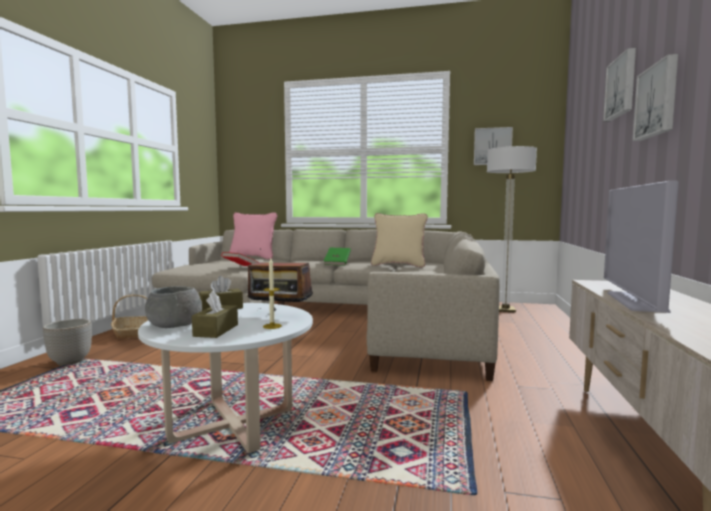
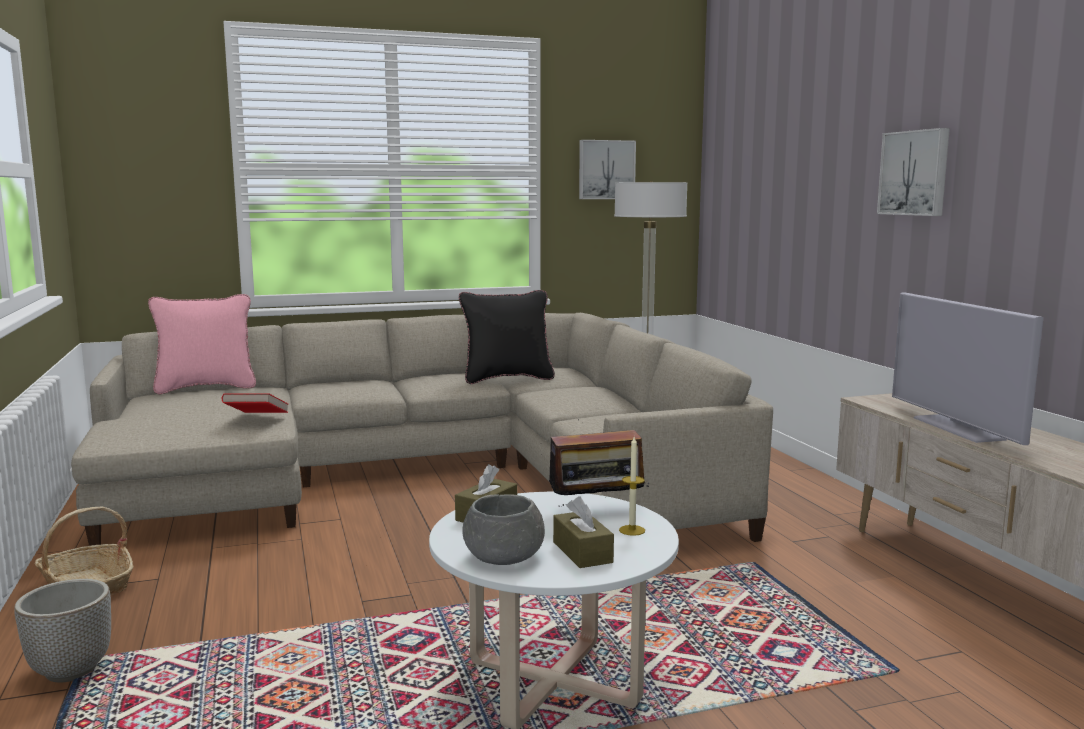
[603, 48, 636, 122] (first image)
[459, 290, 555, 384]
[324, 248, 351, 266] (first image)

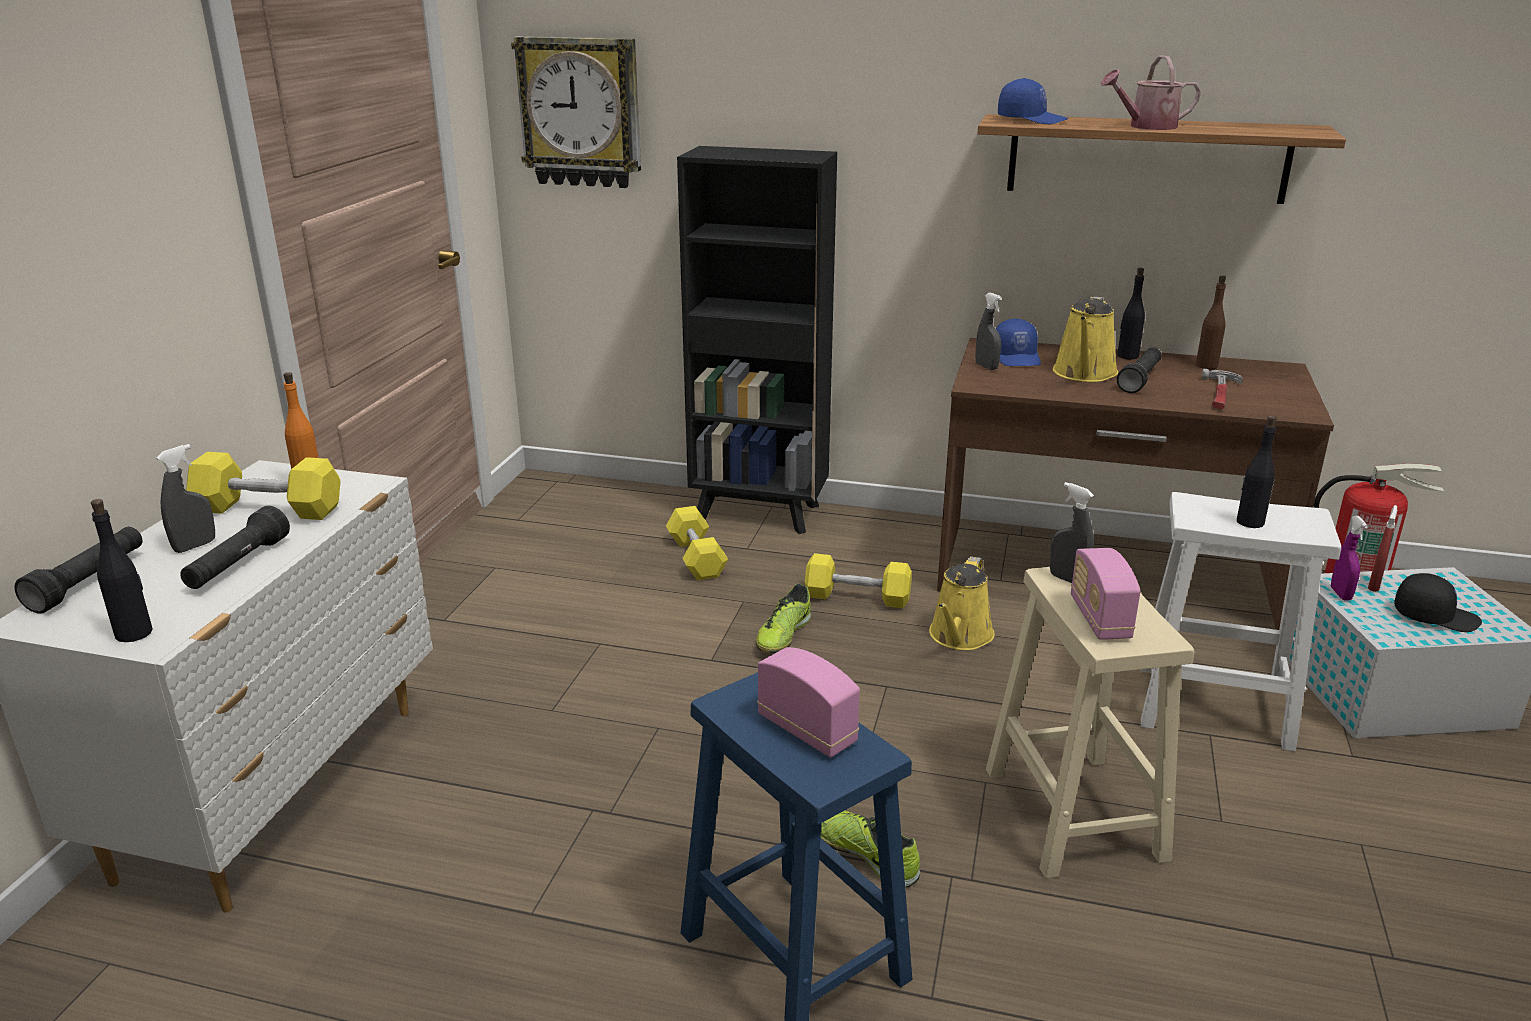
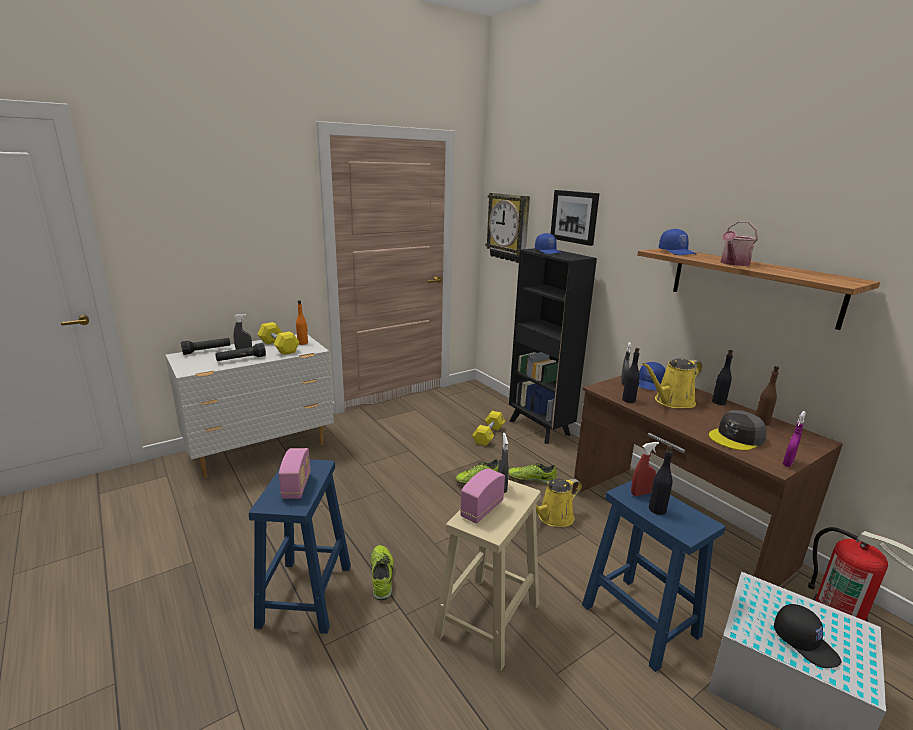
[720, 221, 758, 266]
[1117, 347, 1162, 393] (first image)
[709, 410, 767, 451]
[582, 481, 725, 672]
[622, 348, 640, 403]
[631, 442, 659, 496]
[783, 411, 806, 467]
[508, 463, 557, 484]
[551, 190, 600, 246]
[535, 233, 561, 254]

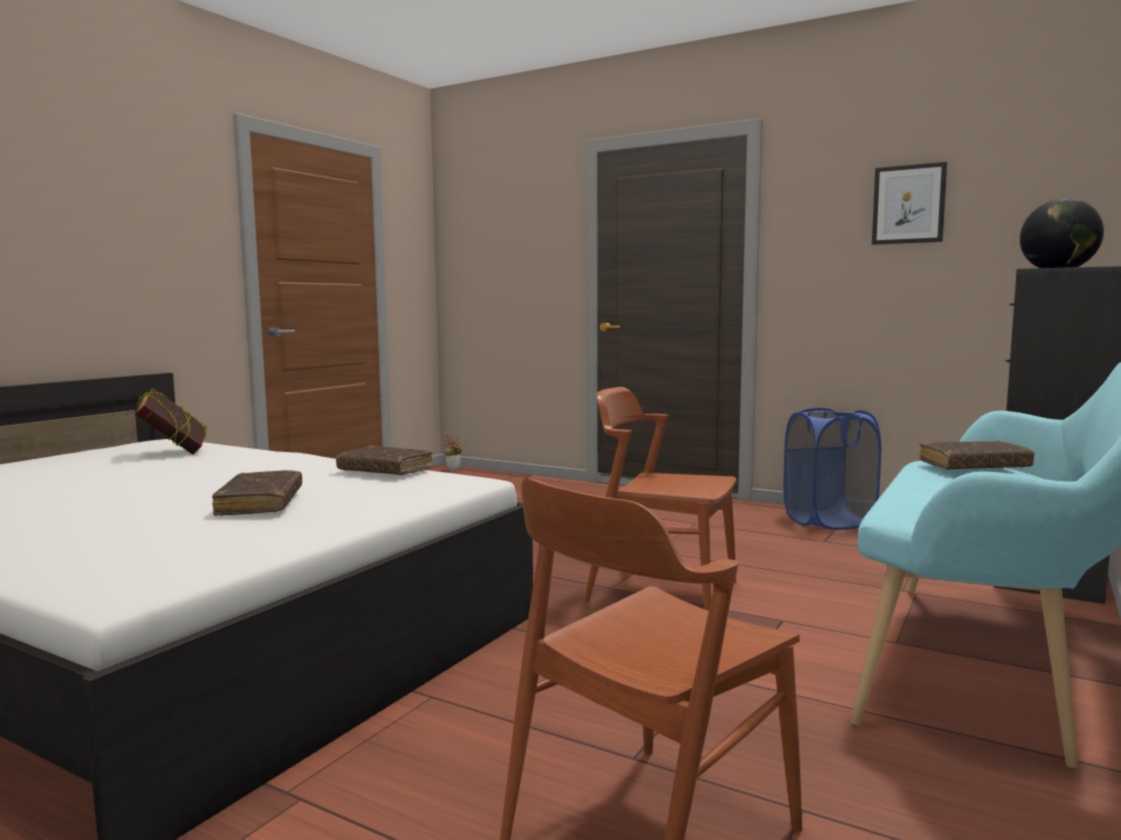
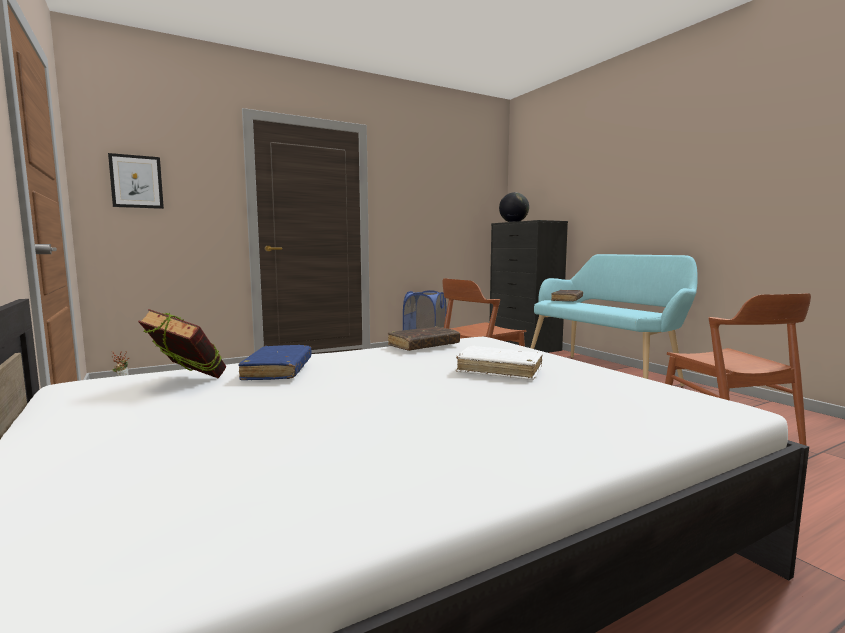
[108, 153, 164, 209]
[456, 346, 542, 380]
[238, 345, 311, 380]

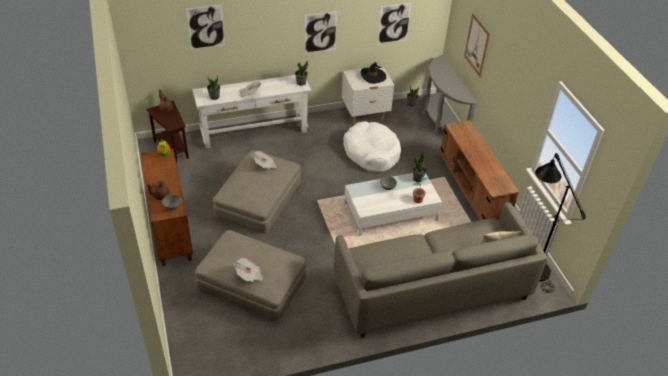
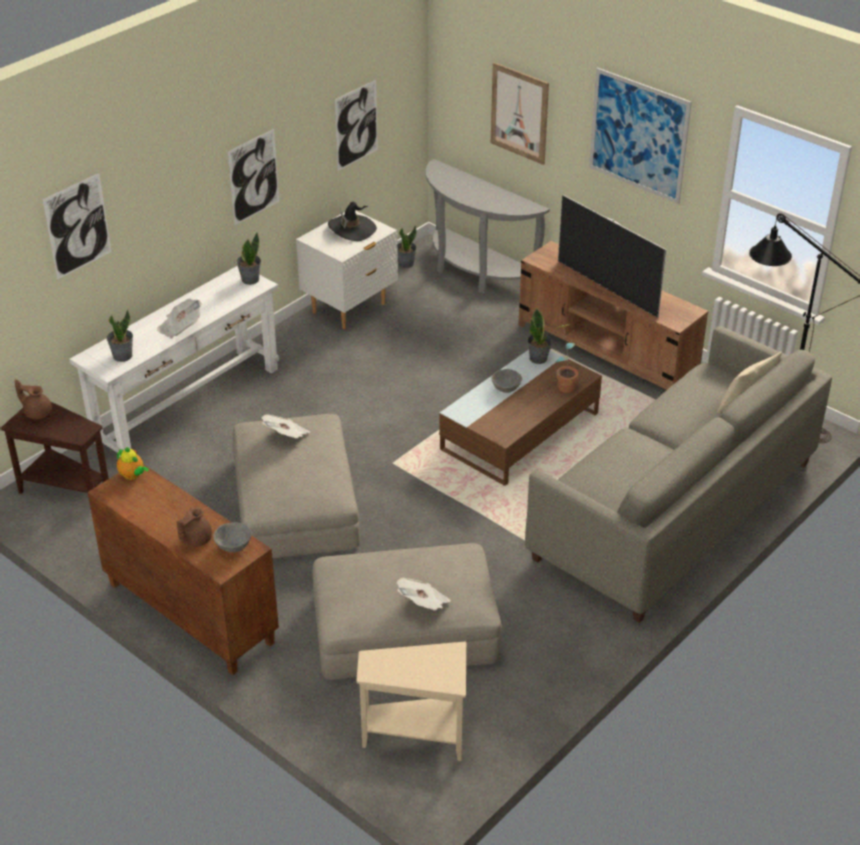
[343, 121, 401, 172] (first image)
[439, 350, 602, 486]
[589, 68, 692, 204]
[558, 195, 666, 318]
[356, 642, 466, 761]

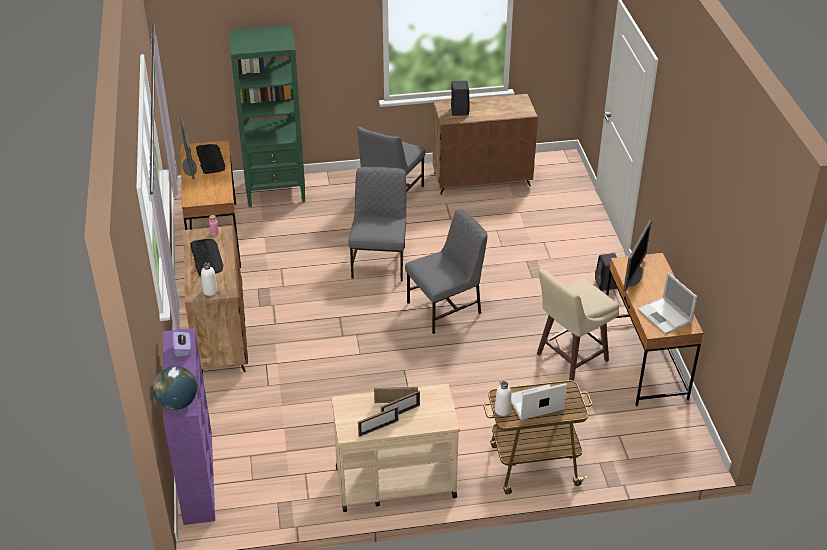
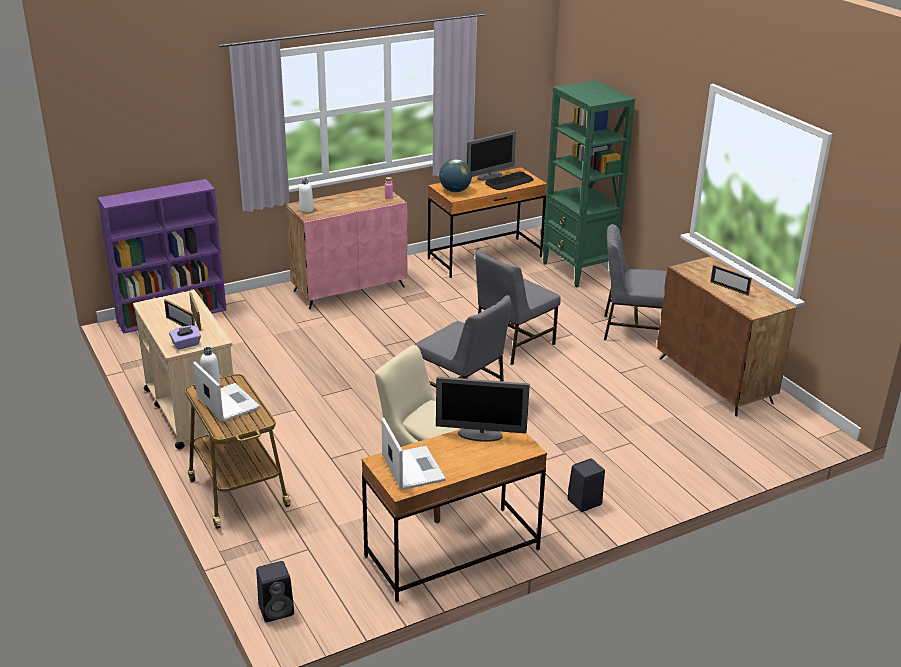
[256, 561, 294, 622]
[475, 250, 561, 365]
[286, 185, 408, 309]
[190, 239, 223, 276] (first image)
[382, 418, 446, 490]
[169, 325, 201, 350]
[439, 159, 472, 192]
[710, 265, 752, 296]

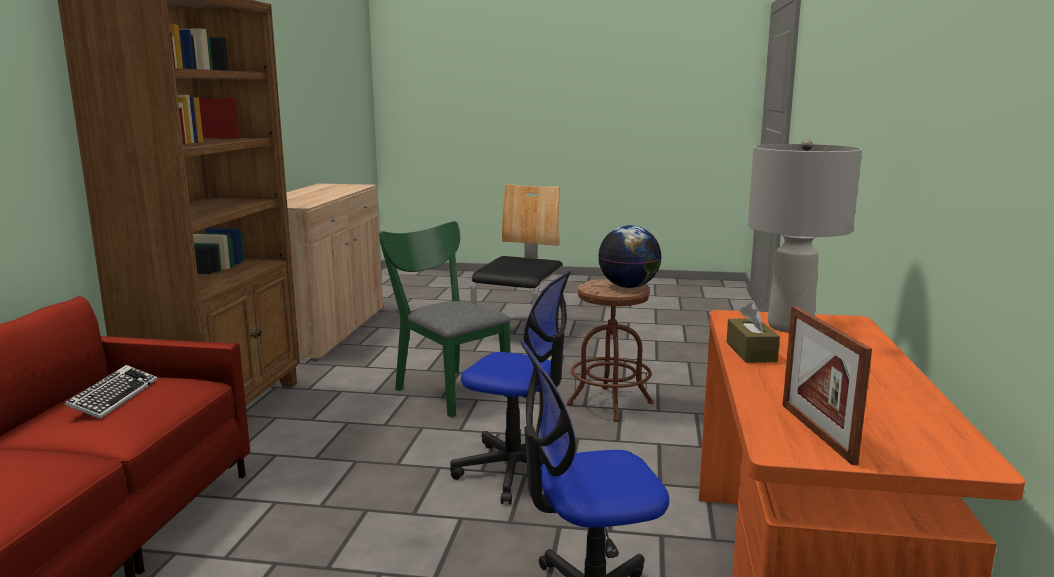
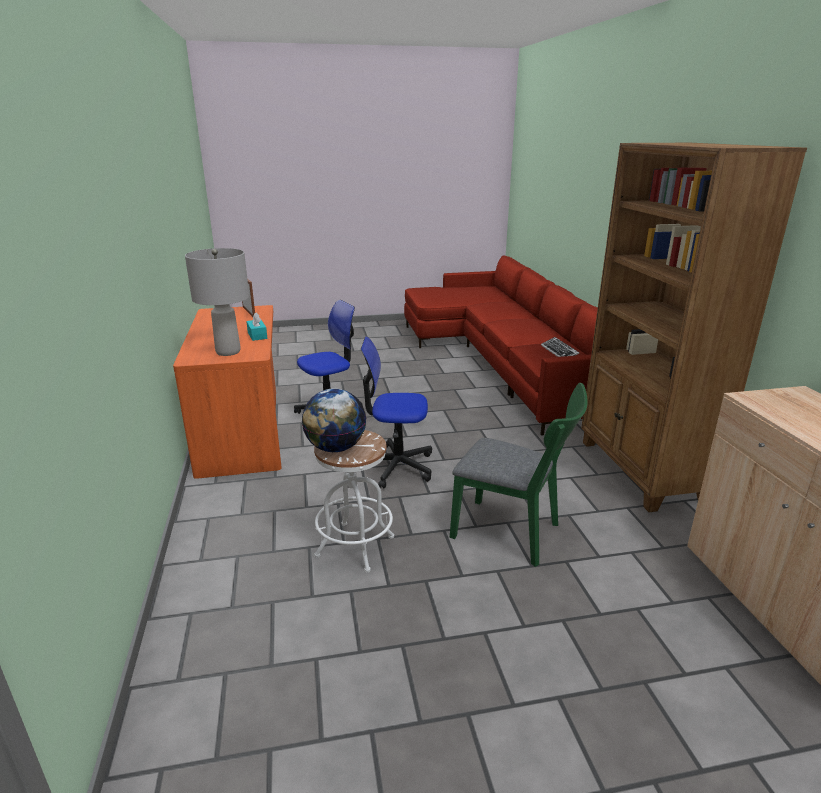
[470, 184, 563, 330] (first image)
[314, 430, 394, 572]
[246, 313, 268, 341]

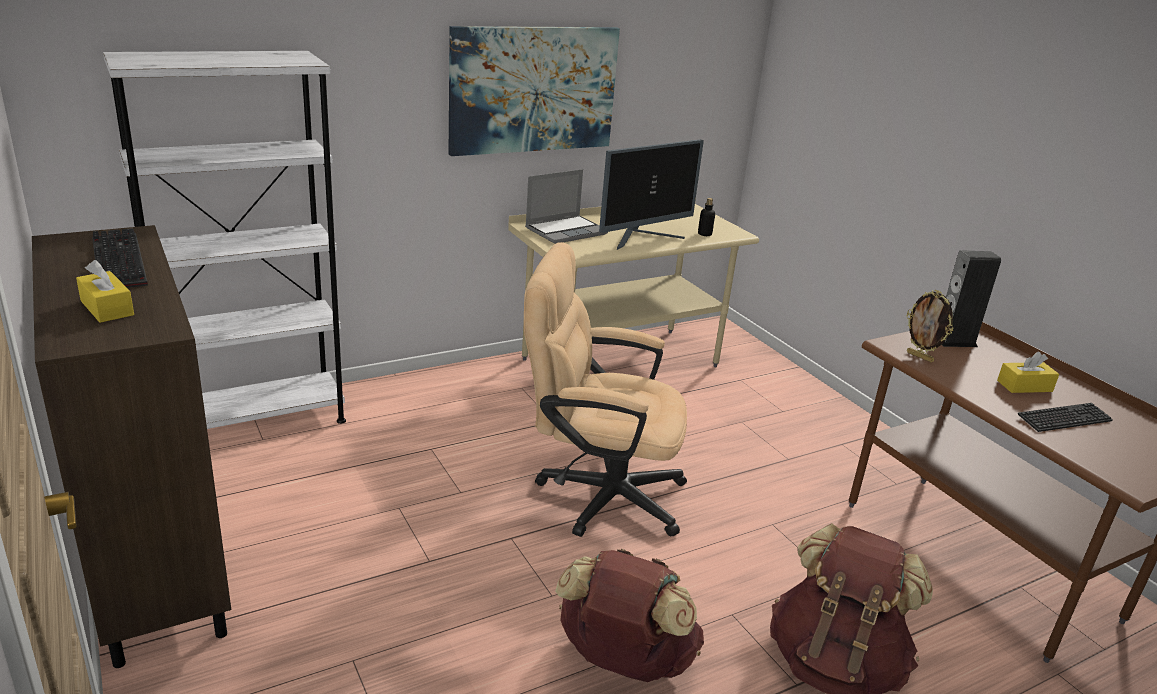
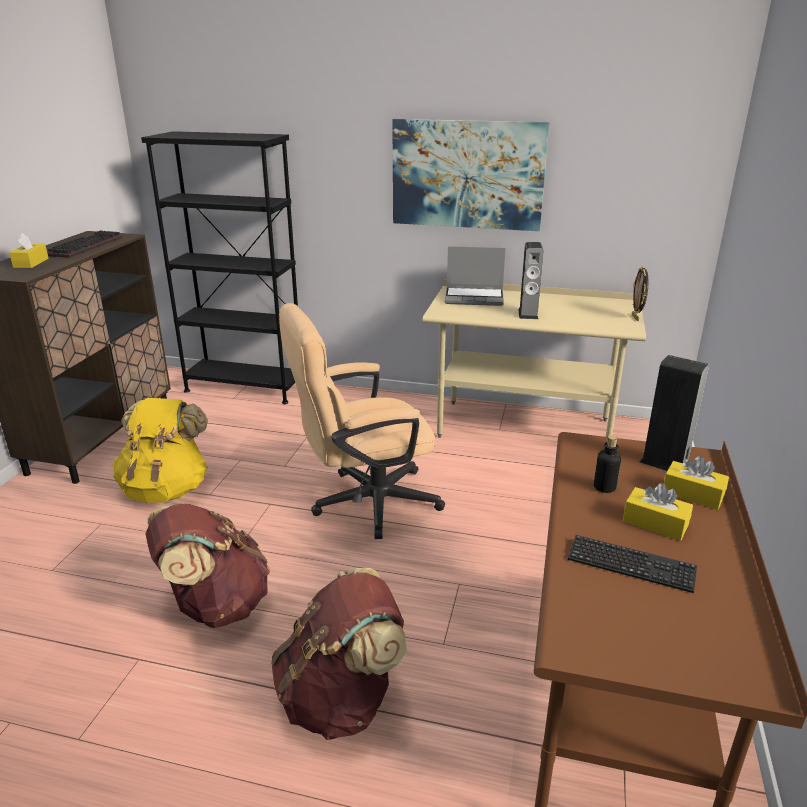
[141, 131, 298, 404]
[518, 242, 543, 319]
[594, 435, 621, 493]
[279, 303, 445, 539]
[632, 266, 648, 321]
[112, 398, 208, 503]
[664, 456, 729, 510]

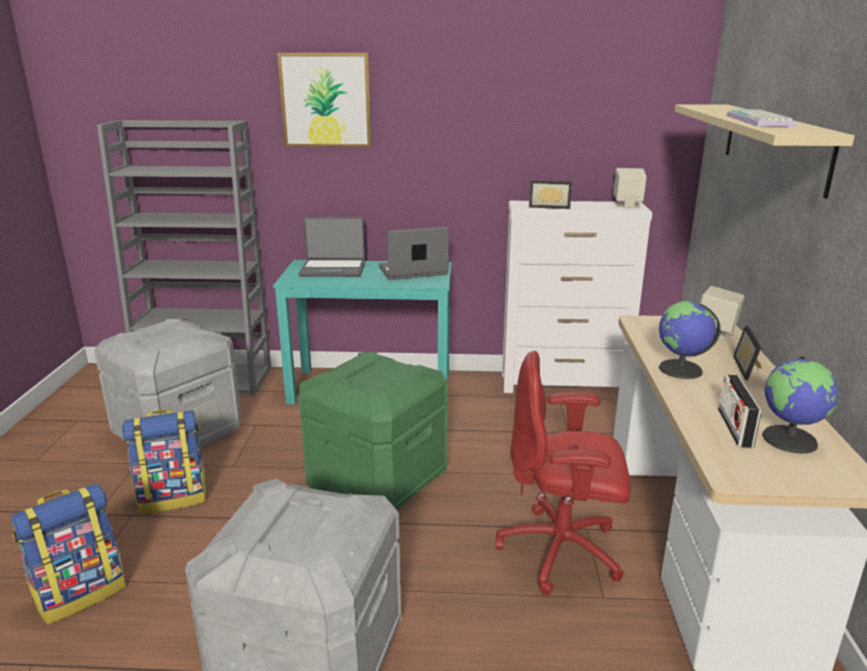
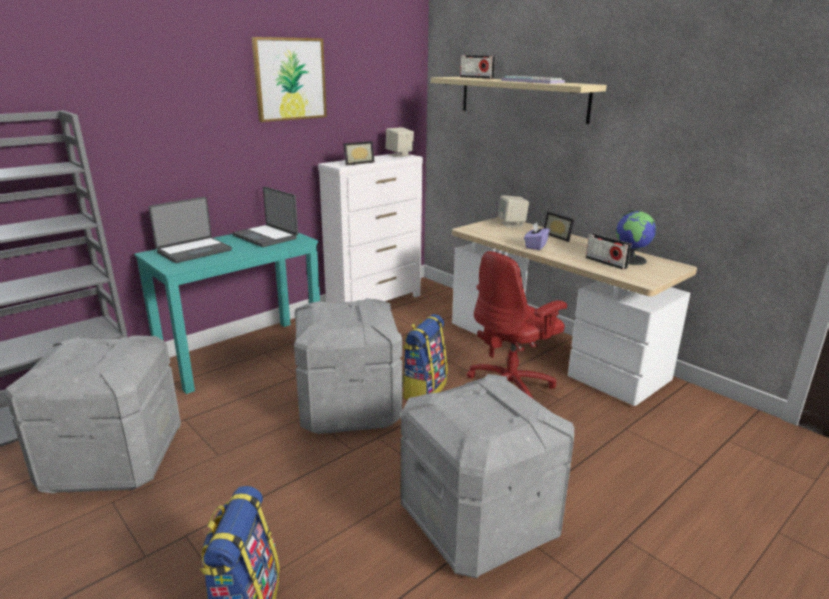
[252, 37, 327, 122]
[232, 187, 298, 247]
[524, 222, 550, 250]
[294, 298, 402, 434]
[402, 314, 448, 400]
[460, 55, 495, 79]

